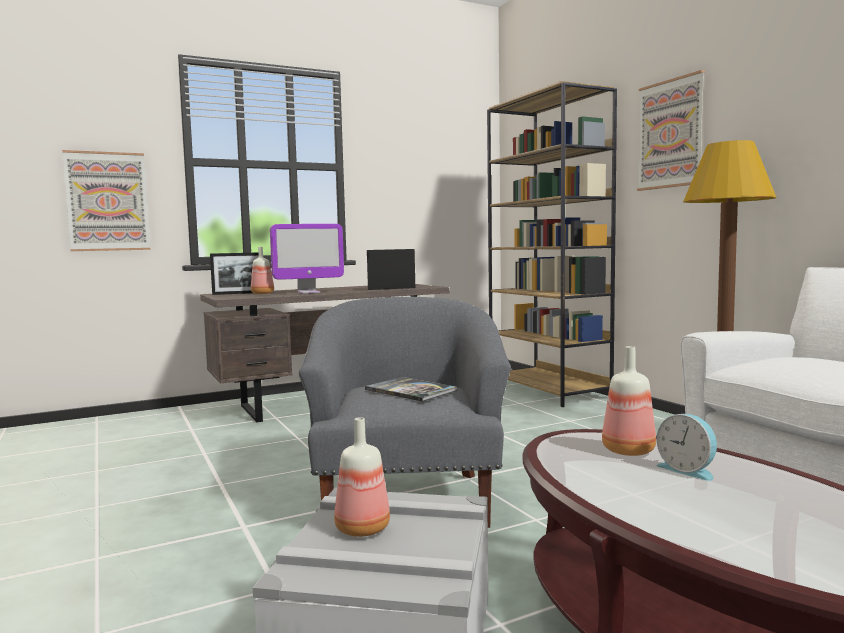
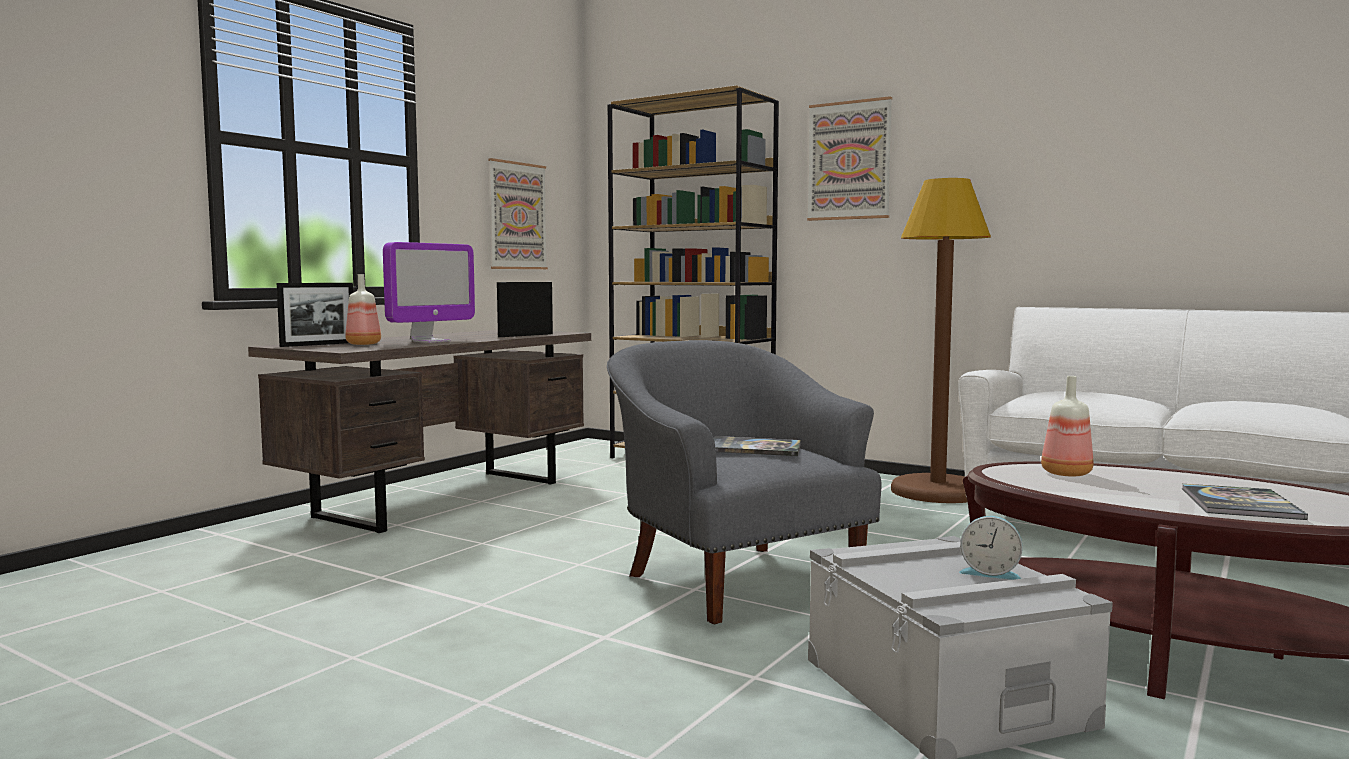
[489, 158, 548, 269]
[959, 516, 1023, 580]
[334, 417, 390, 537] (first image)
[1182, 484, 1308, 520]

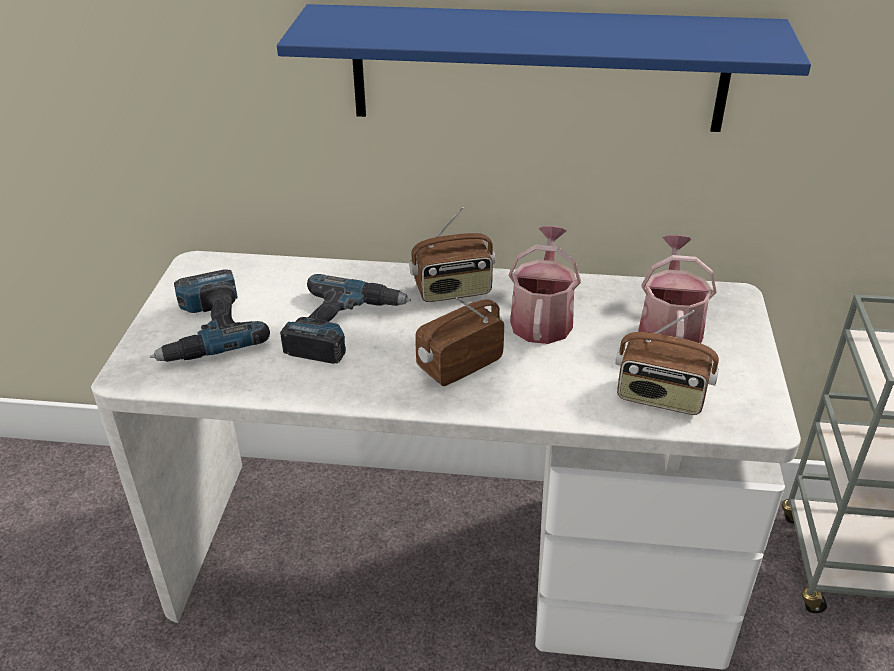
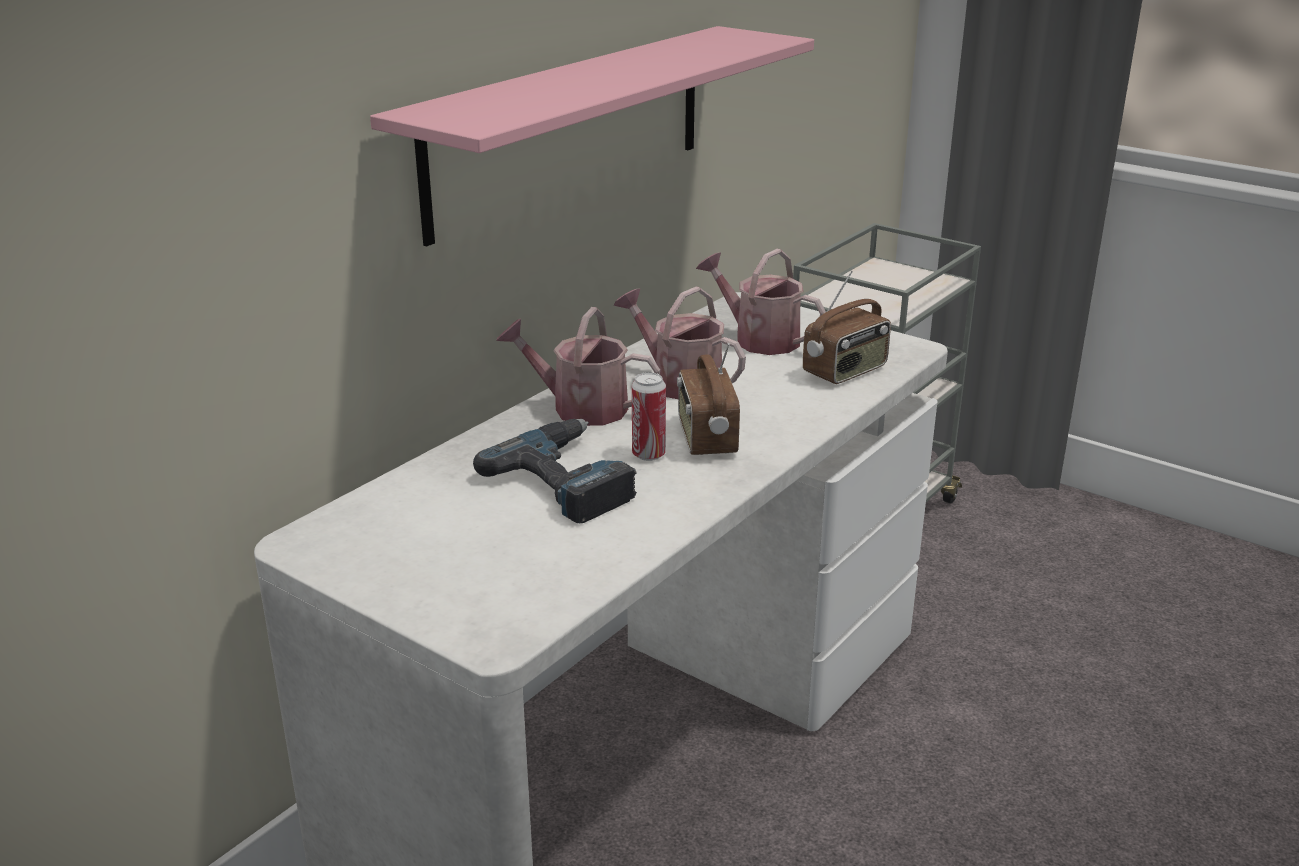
[370, 26, 814, 246]
[496, 307, 660, 426]
[150, 269, 270, 362] (first image)
[632, 372, 666, 461]

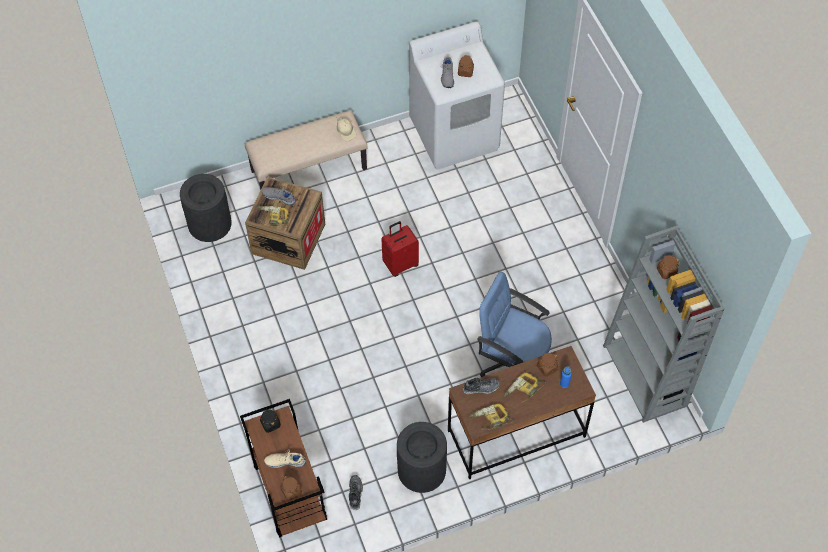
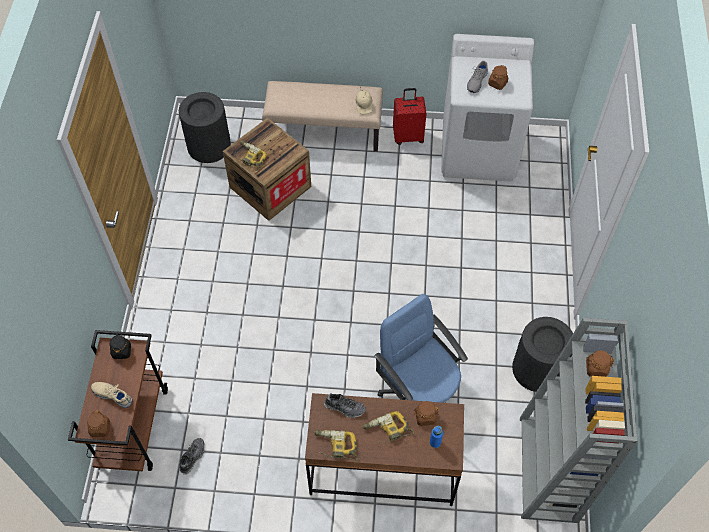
[262, 186, 296, 205] (first image)
[393, 88, 426, 145]
[512, 317, 573, 392]

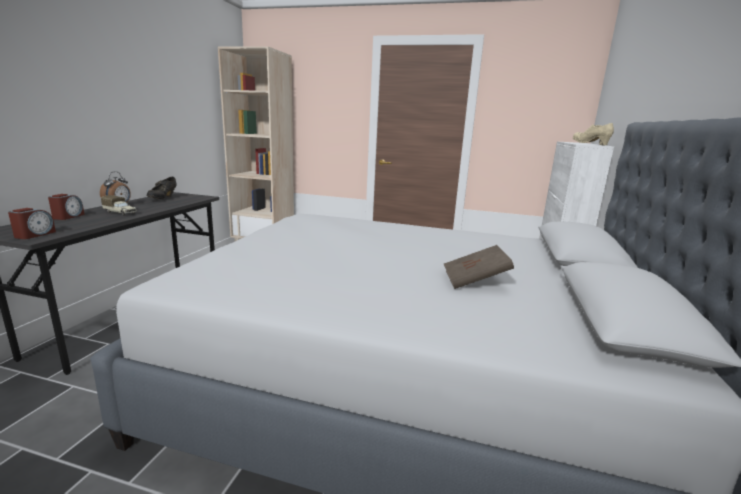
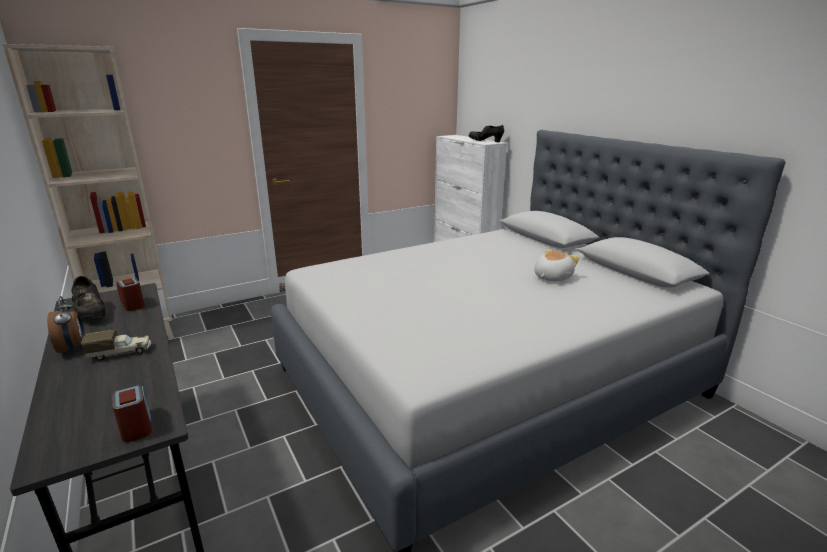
[469, 125, 504, 142]
[116, 278, 145, 311]
[534, 249, 580, 281]

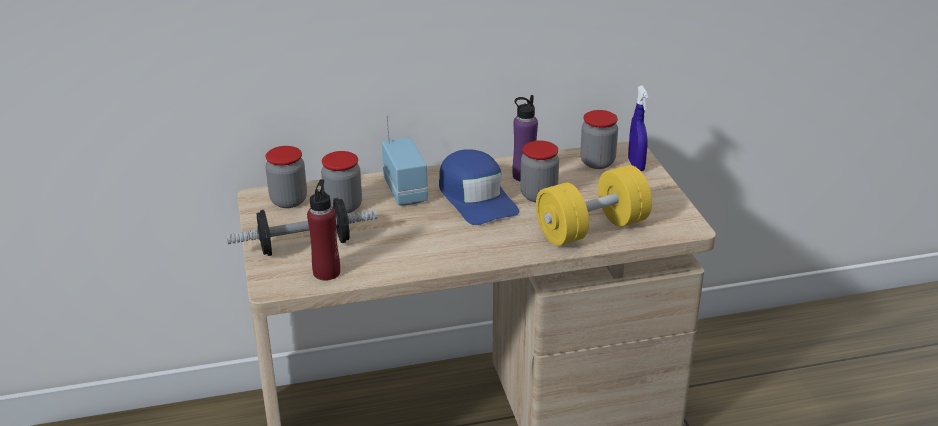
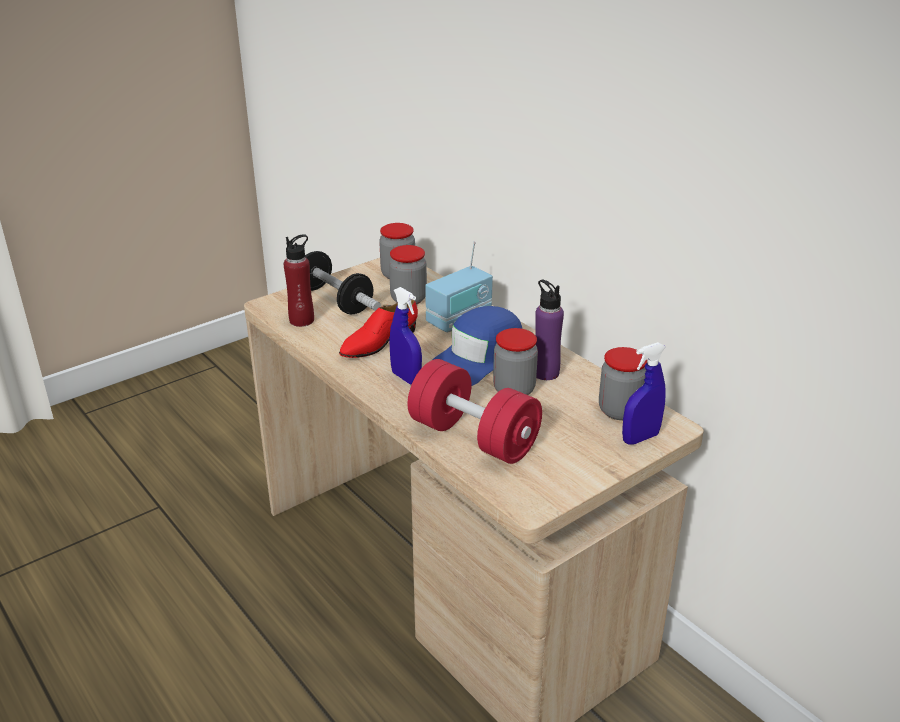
[408, 359, 542, 464]
[390, 287, 422, 385]
[339, 300, 418, 358]

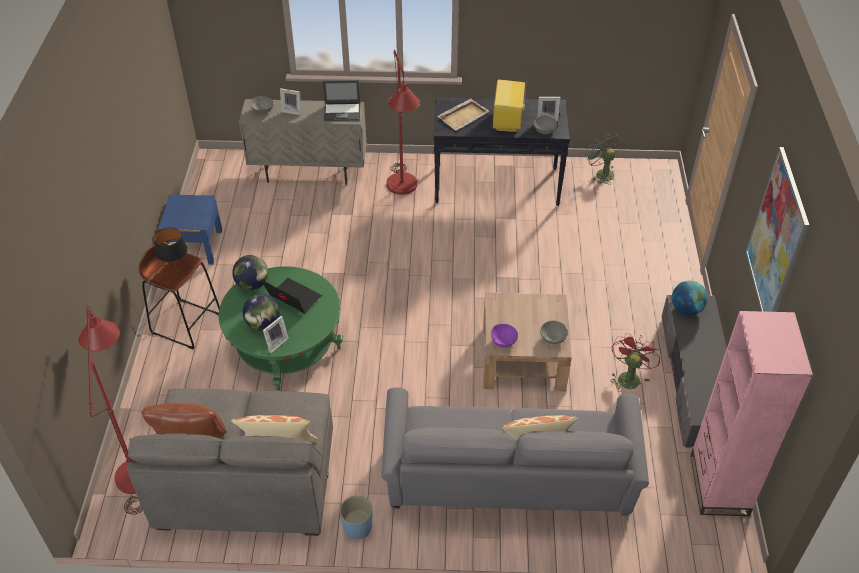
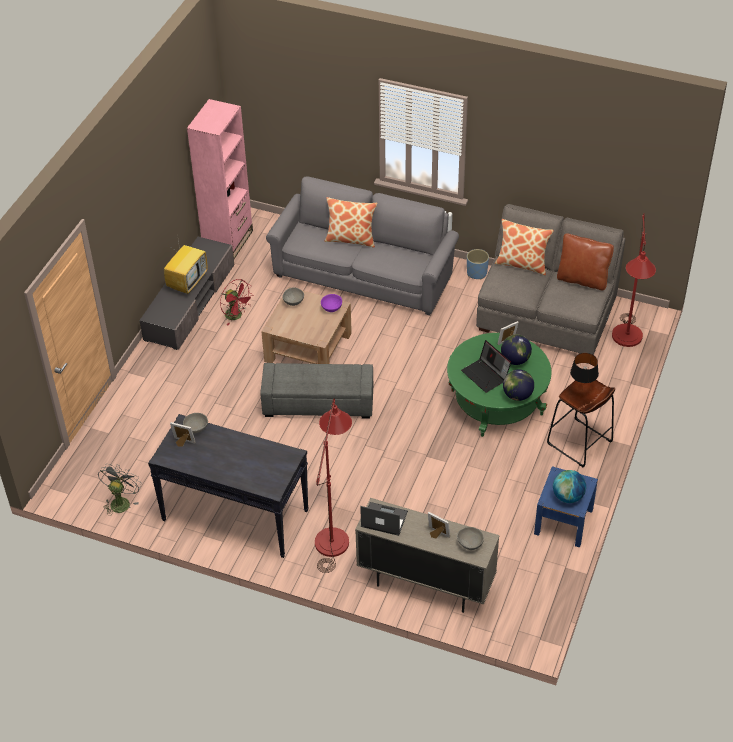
[164, 234, 208, 294]
[437, 98, 489, 131] (first image)
[98, 464, 141, 516]
[746, 147, 809, 312] (first image)
[553, 470, 586, 503]
[220, 279, 254, 326]
[260, 363, 373, 419]

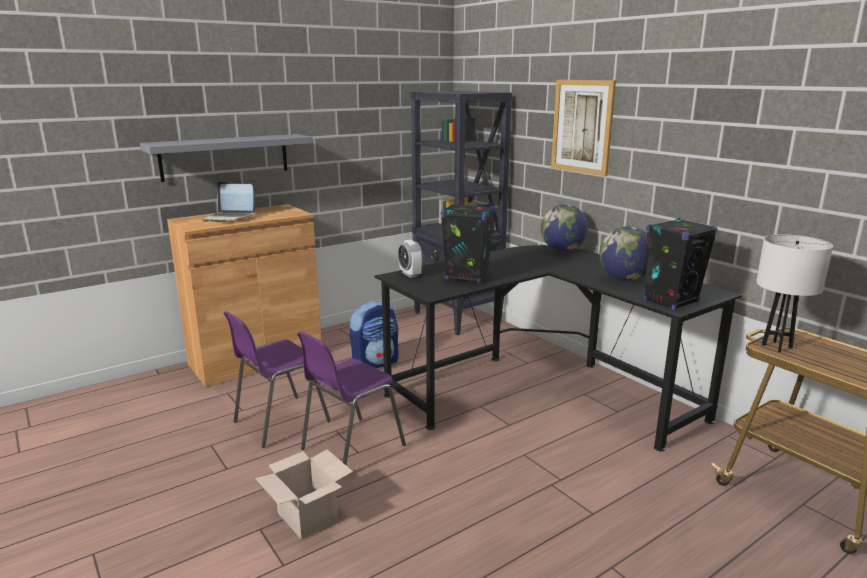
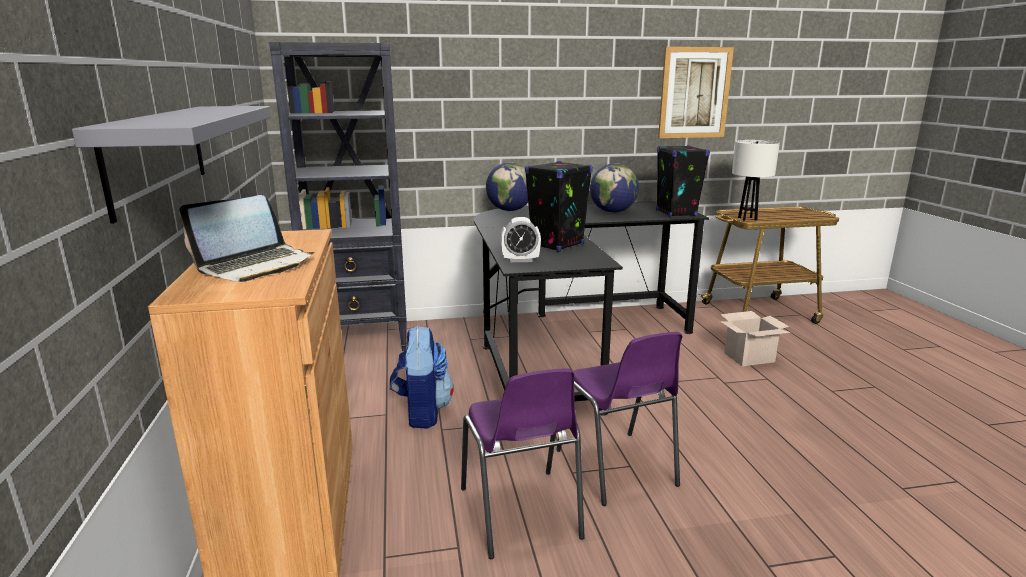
[658, 47, 734, 138]
[719, 311, 791, 366]

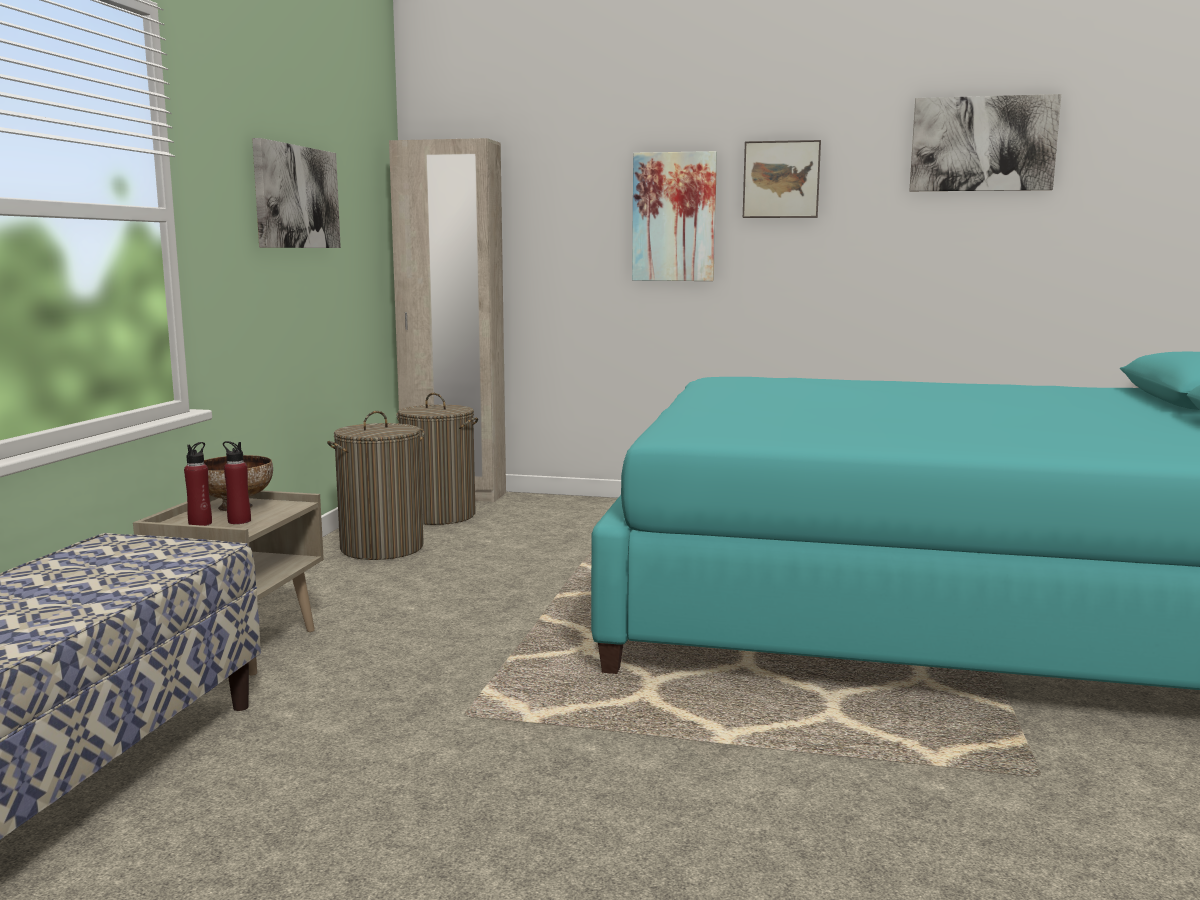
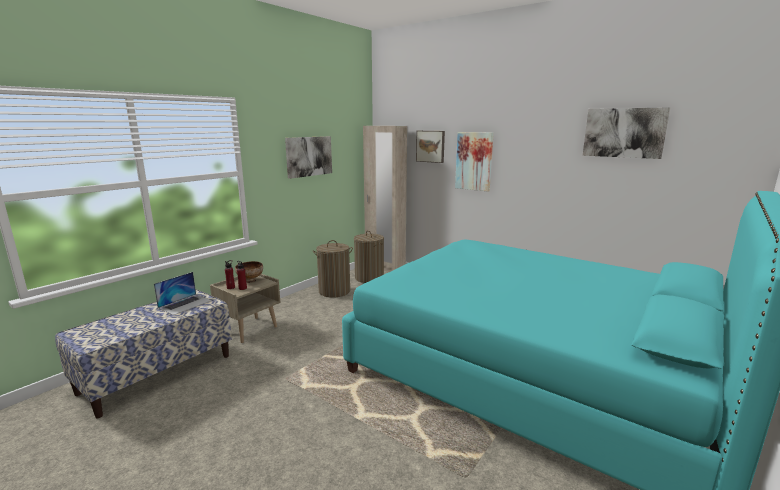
[416, 131, 445, 163]
[154, 272, 212, 315]

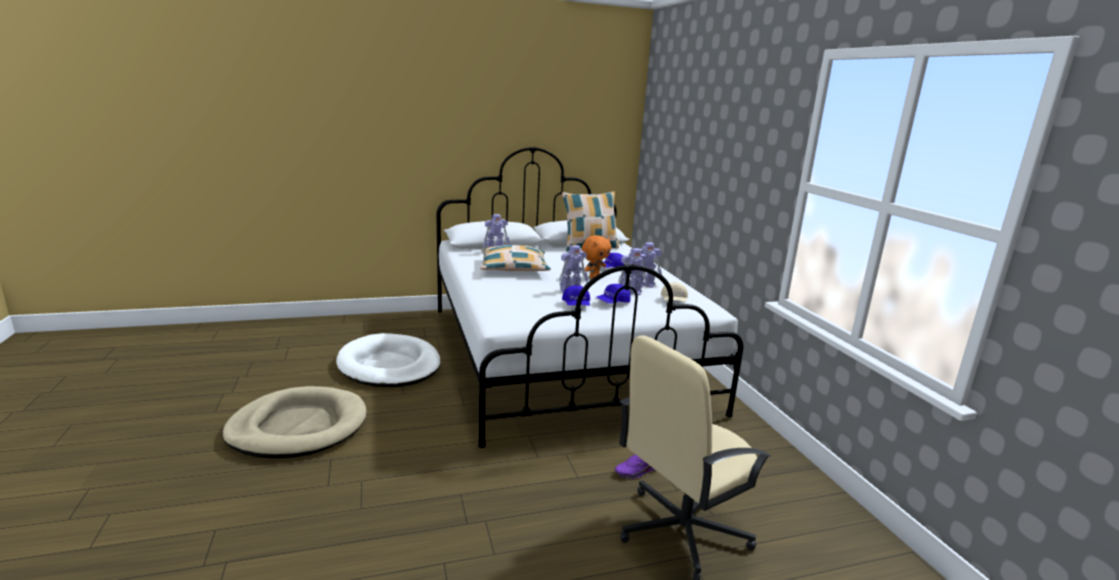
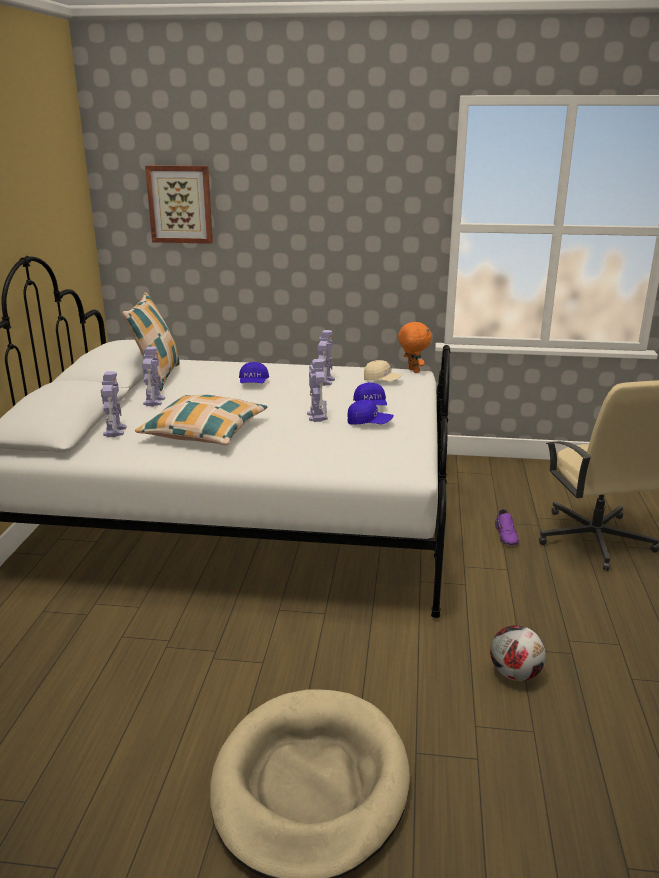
[398, 321, 432, 373]
[142, 346, 165, 406]
[336, 333, 441, 387] (first image)
[145, 165, 213, 244]
[490, 625, 546, 681]

